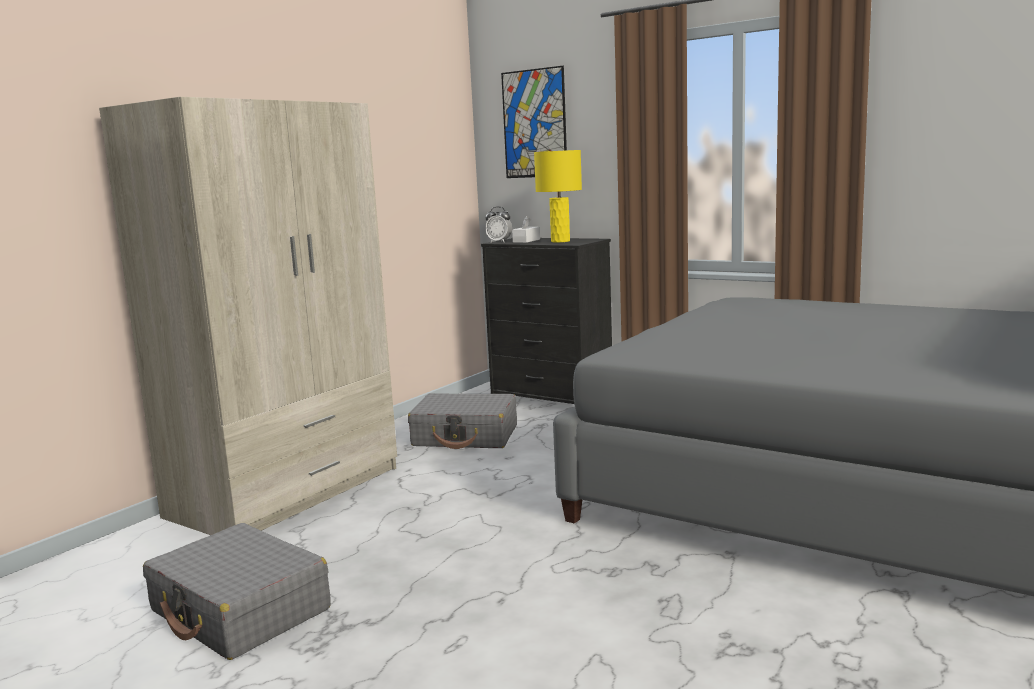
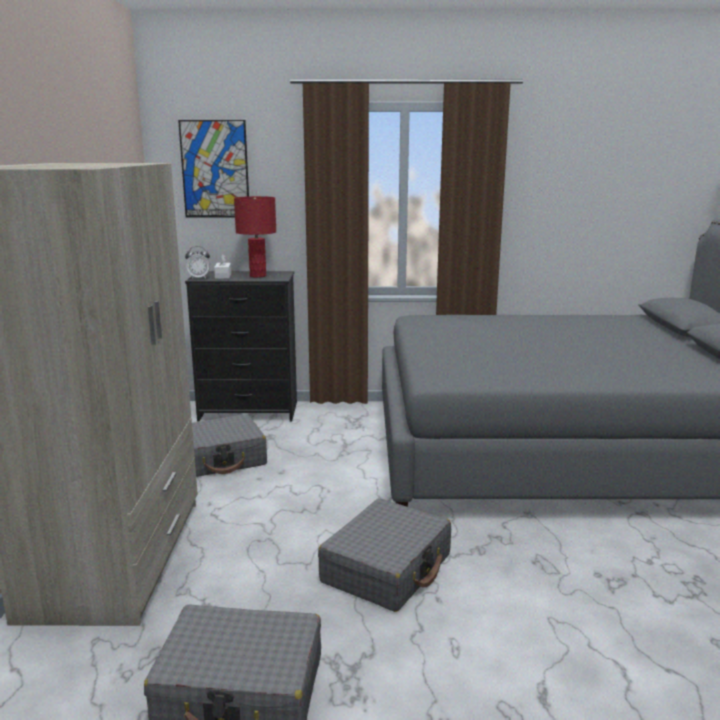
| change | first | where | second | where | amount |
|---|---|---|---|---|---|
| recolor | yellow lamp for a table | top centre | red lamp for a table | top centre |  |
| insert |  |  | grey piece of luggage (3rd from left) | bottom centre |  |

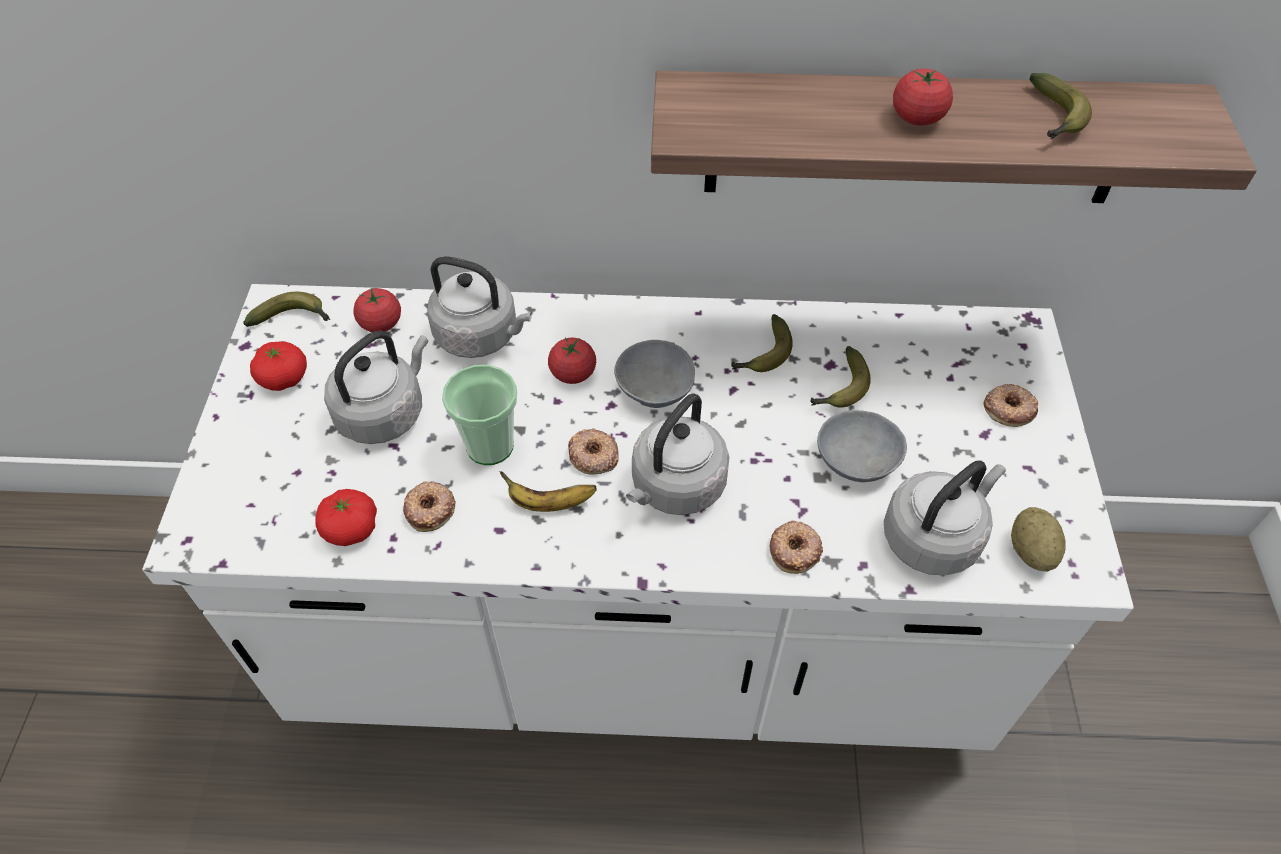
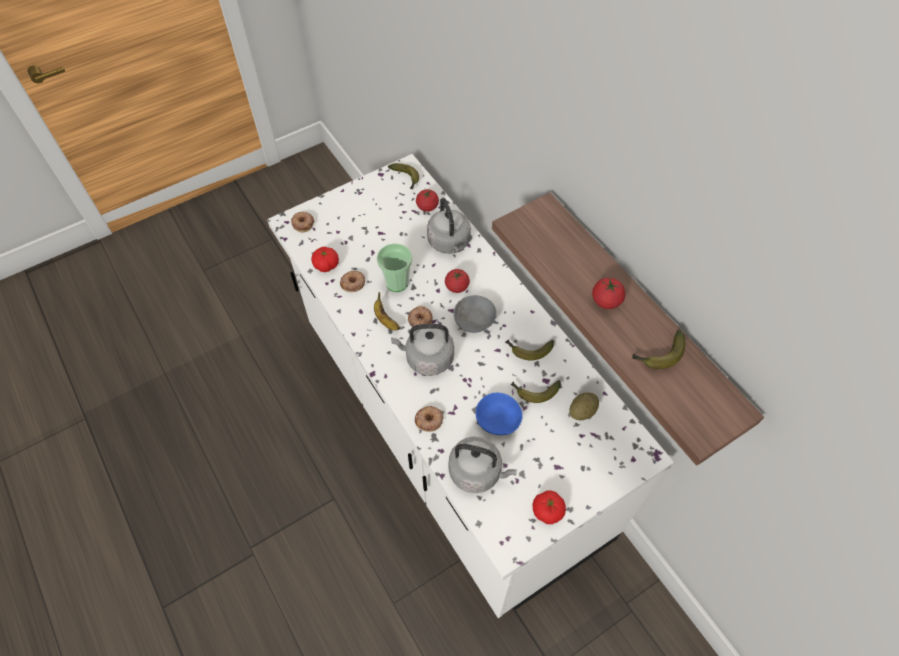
| change | first | where | second | where | amount |
|---|---|---|---|---|---|
| move | donut (4th from left in the first image) | middle right | donut (1st from left) | centre |  |
| recolor | grey deep dish (2nd from left) | middle right | blue-coloured deep dish | centre |  |
| move | tomato (1st from left in the first image) | middle left | tomato (4th from left) | bottom centre |  |
| move | whole potato | middle right |  | centre |  |
| delete | grey kettle (1st from left) | middle left |  |  |  |

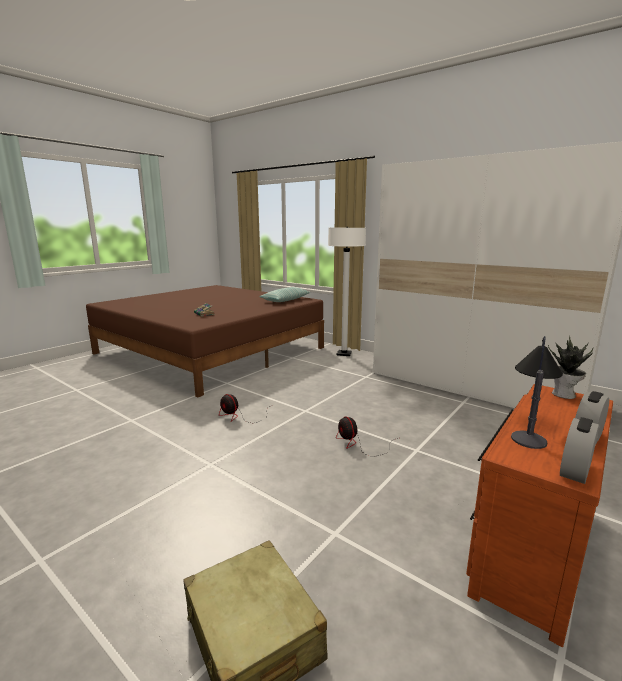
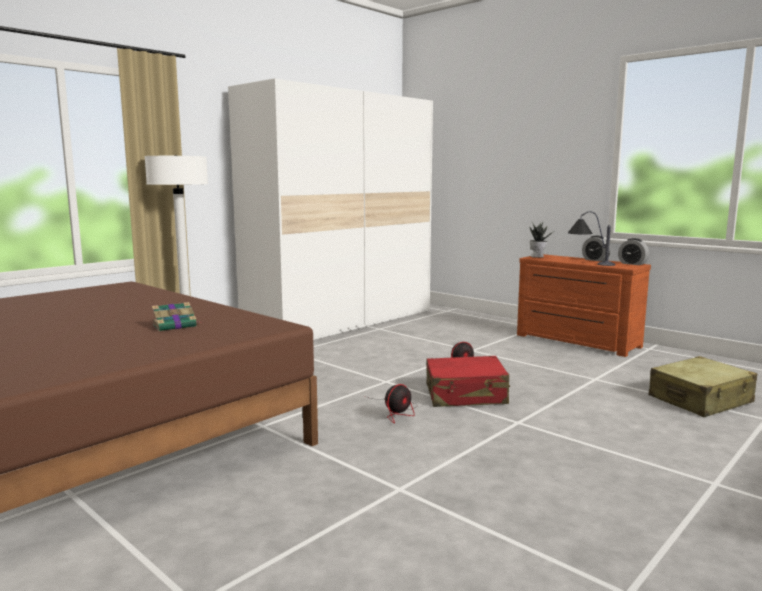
| change | first | where | second | where | amount |
|---|---|---|---|---|---|
| insert |  |  | red piece of luggage | centre |  |
| delete | pillow | centre |  |  |  |

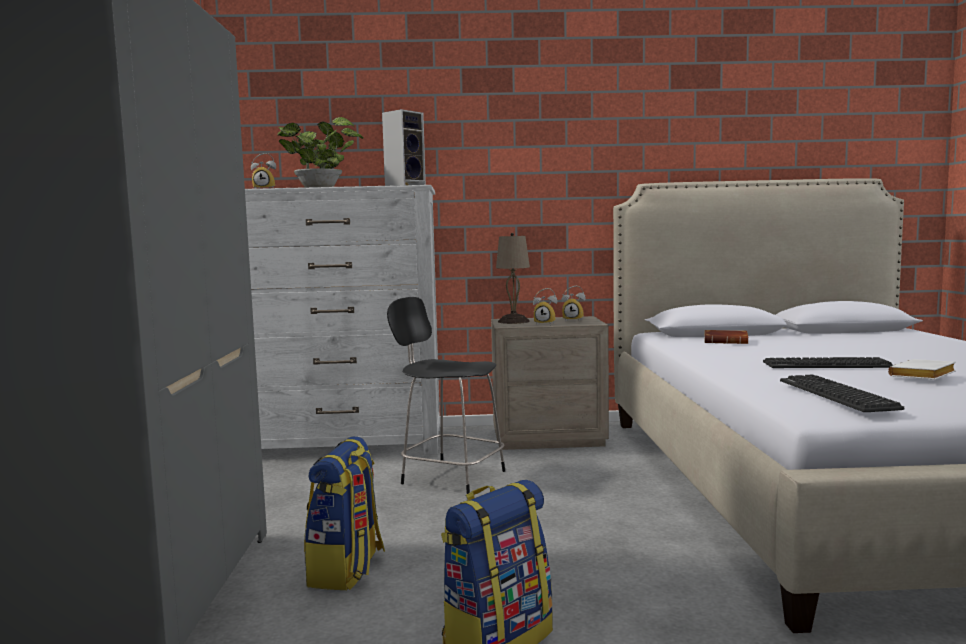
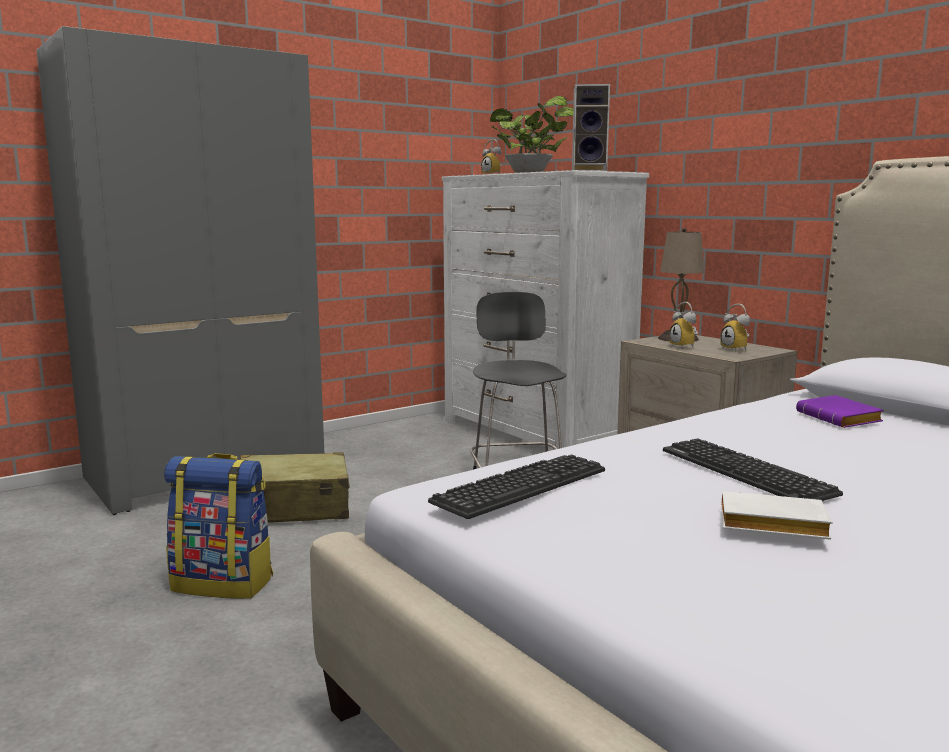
| change | first | where | second | where | amount |
|---|---|---|---|---|---|
| replace | rucksack (1st from left) | bottom centre | beige piece of luggage | middle left |  |
| recolor | brownish book | middle right | purple-coloured book | middle right |  |

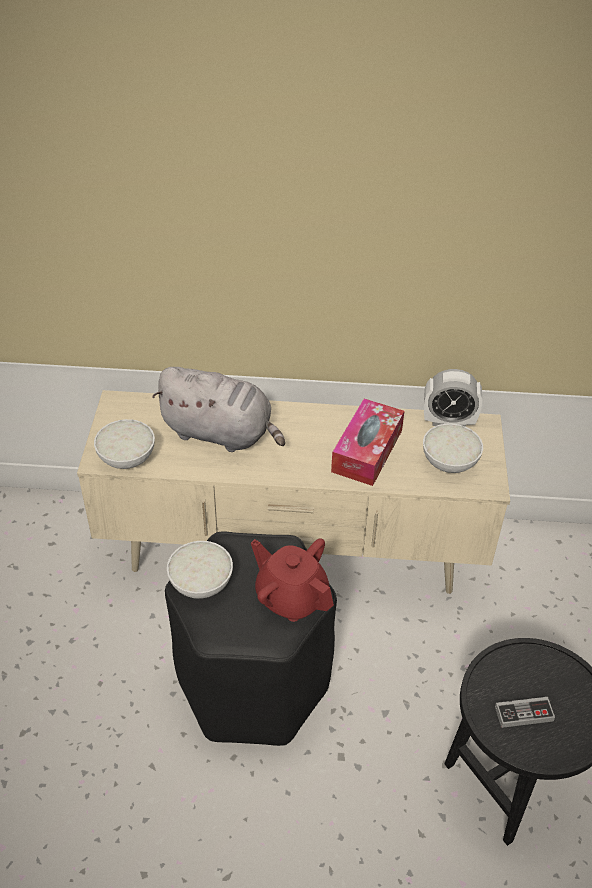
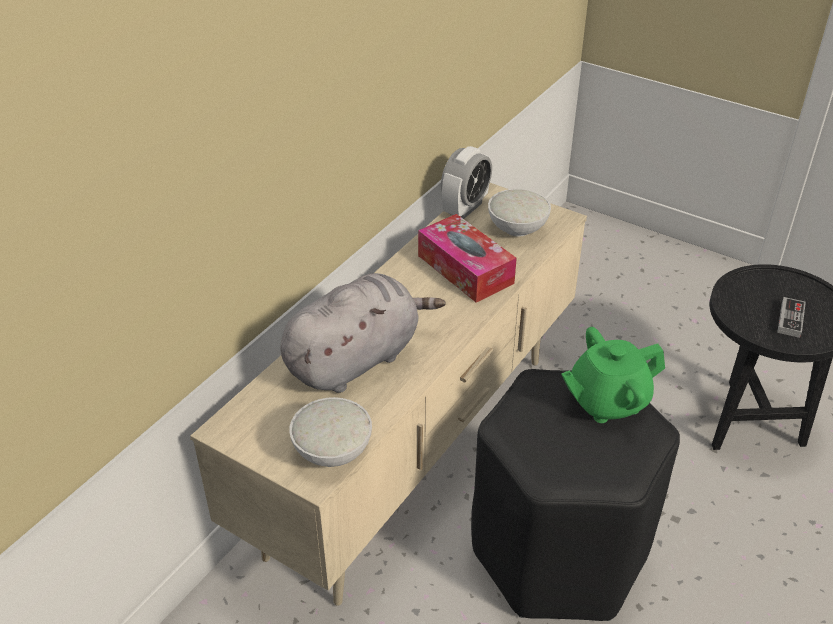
| change | first | where | second | where | amount |
|---|---|---|---|---|---|
| recolor | red tea pot | centre | greenish tea pot | middle right |  |
| delete | whitish deep dish (2nd from left) | centre |  |  |  |

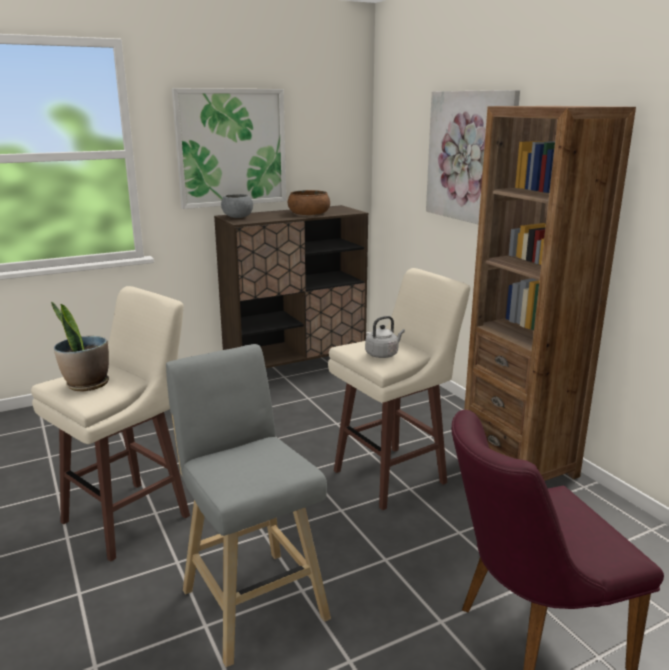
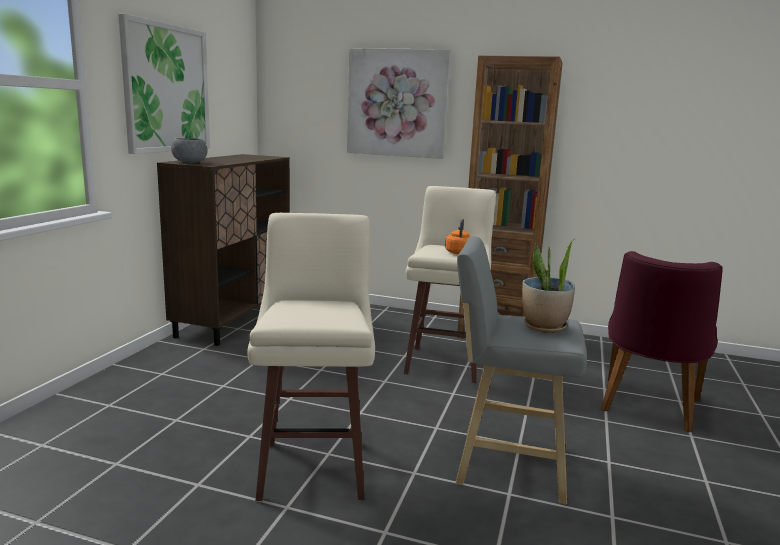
| change | first | where | second | where | amount |
|---|---|---|---|---|---|
| recolor | grey kettle | centre | orange kettle | centre |  |
| move | houseplant | middle left |  | middle right |  |
| delete | brownish deep dish | top centre |  |  |  |

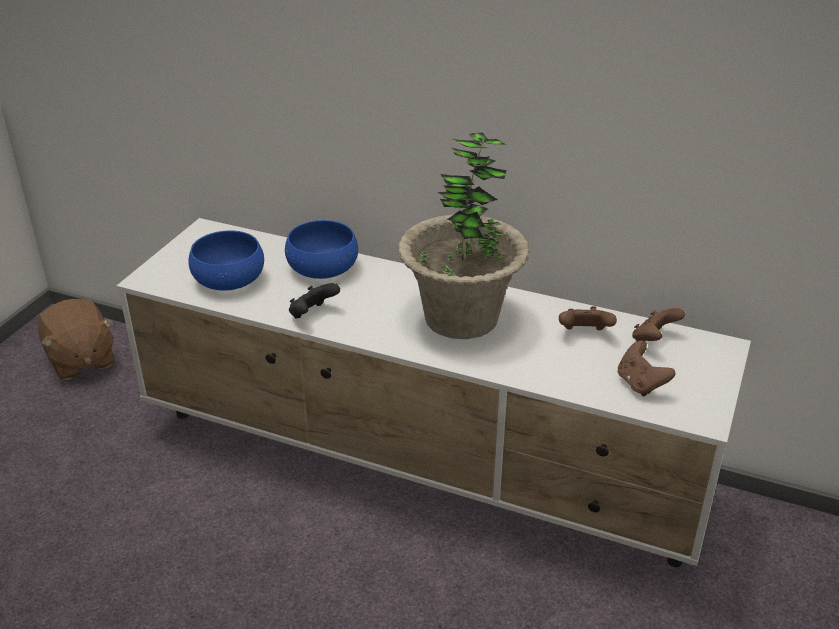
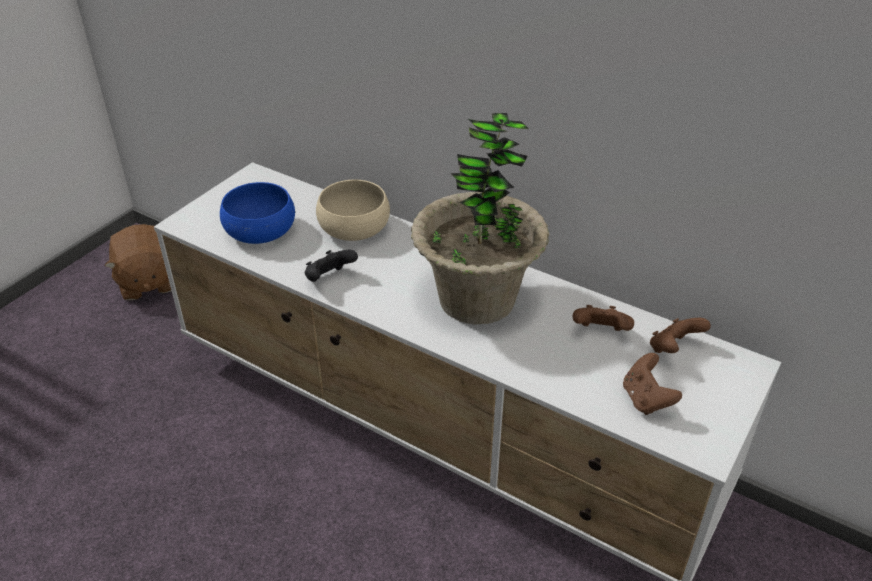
| change | first | where | second | where | amount |
|---|---|---|---|---|---|
| recolor | blue-coloured deep dish (2nd from left) | centre | beige deep dish | centre |  |

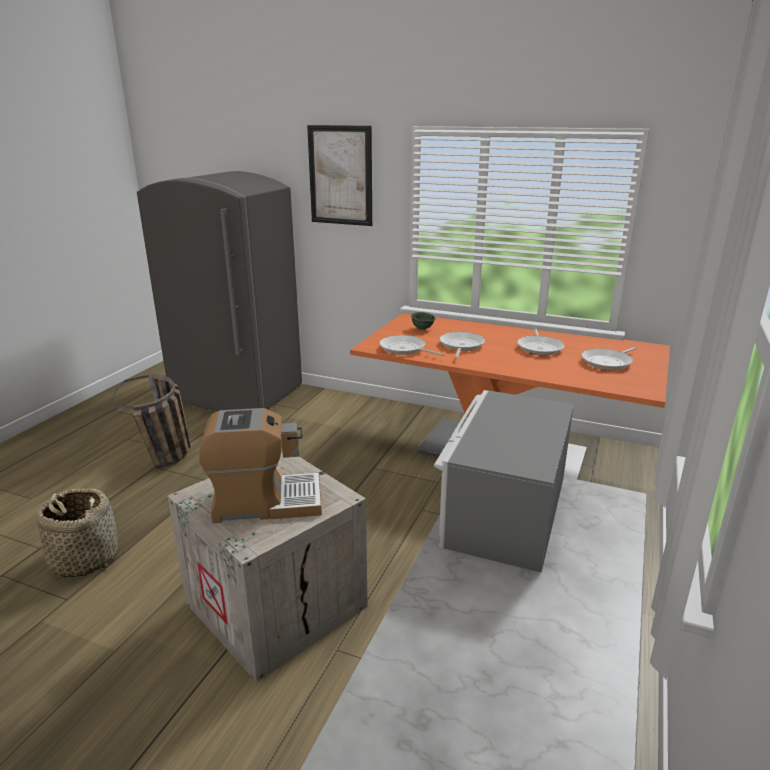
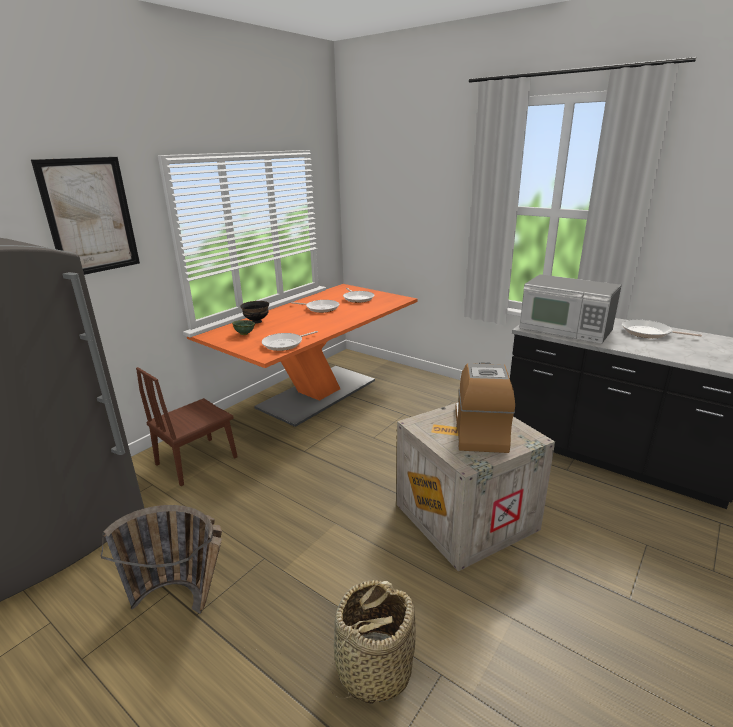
| change | first | where | second | where | amount |
|---|---|---|---|---|---|
| insert |  |  | brownish upright chair | middle left |  |
| insert |  |  | black deep dish | centre |  |
| move | skillet (2nd from left in the first image) | centre | skillet (4th from left) | middle right |  |

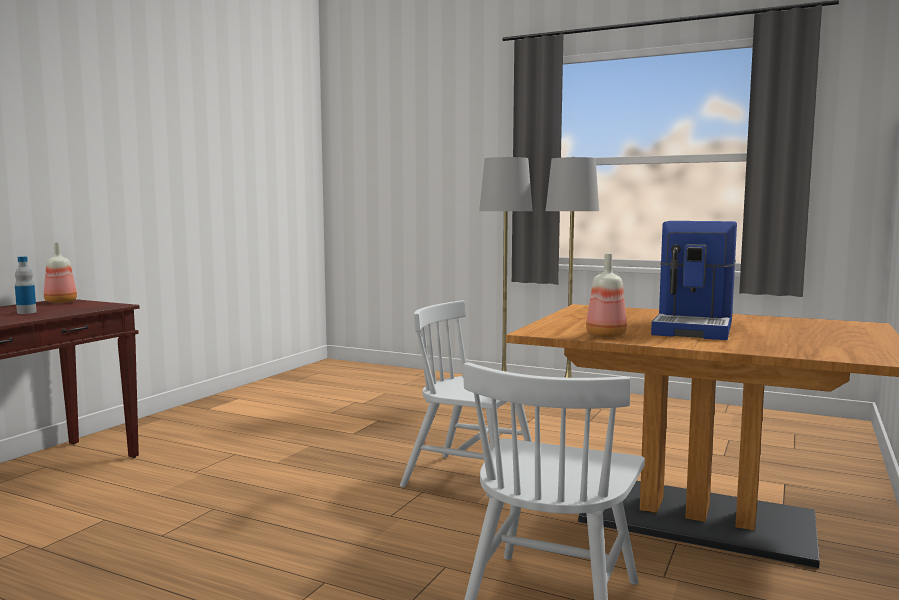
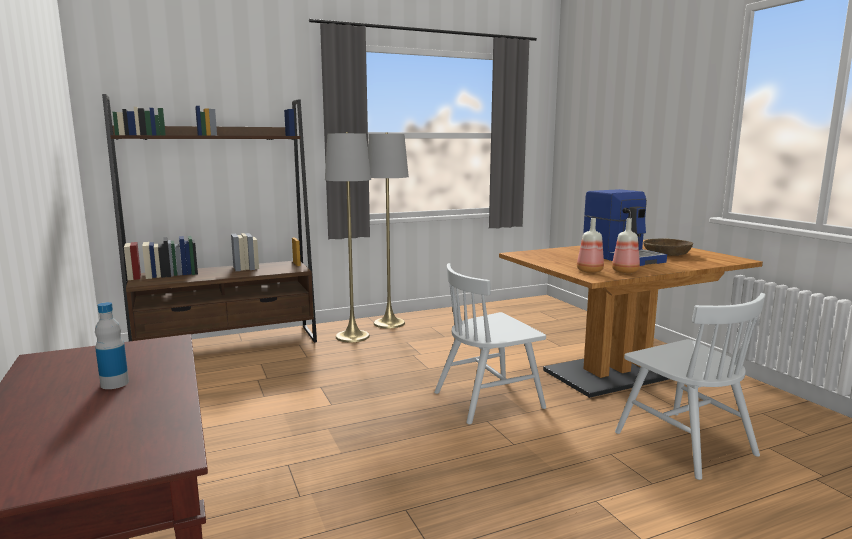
| change | first | where | second | where | amount |
|---|---|---|---|---|---|
| insert |  |  | brownish shelving unit | middle left |  |
| move | drink bottle (2nd from left) | middle left |  | middle right |  |
| insert |  |  | brownish deep dish | middle right |  |

